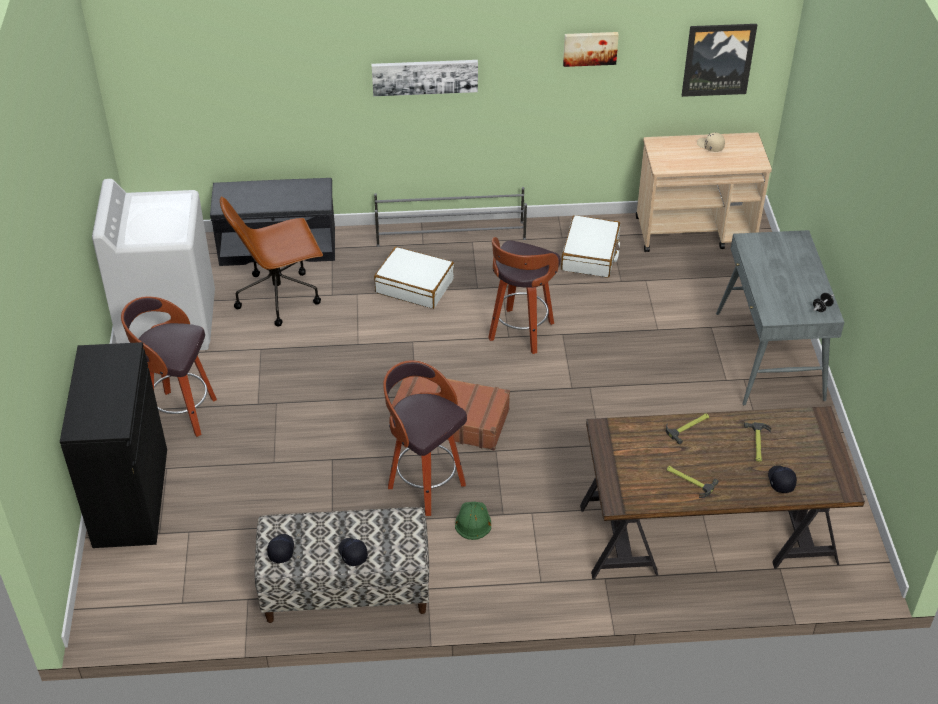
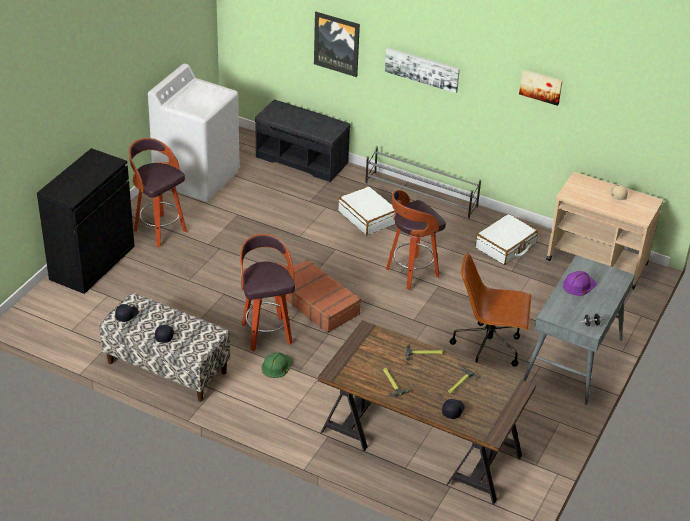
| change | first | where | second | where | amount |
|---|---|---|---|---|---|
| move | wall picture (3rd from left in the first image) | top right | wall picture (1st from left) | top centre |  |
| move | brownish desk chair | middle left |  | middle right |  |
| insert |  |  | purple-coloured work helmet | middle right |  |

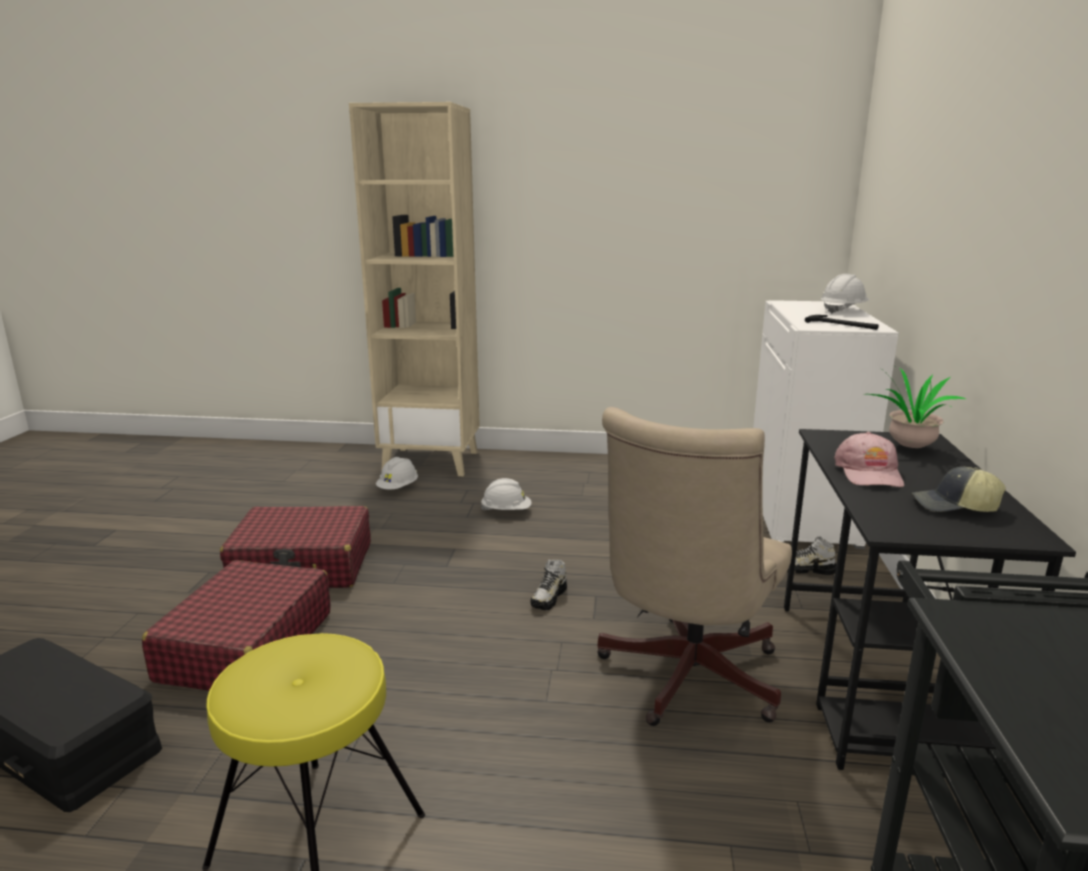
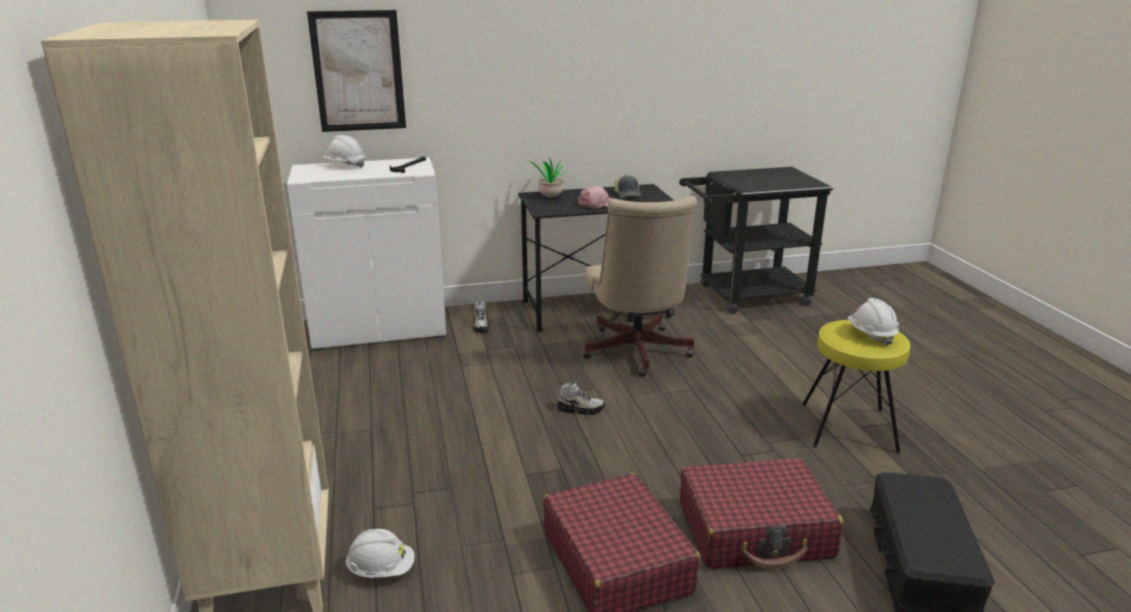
| change | first | where | second | where | amount |
|---|---|---|---|---|---|
| insert |  |  | wall picture | top left |  |
| rotate | beige desk chair | centre |  | centre | 75 degrees clockwise |
| move | whitish work helmet (2nd from left in the first image) | centre | whitish work helmet (3rd from left) | middle right |  |

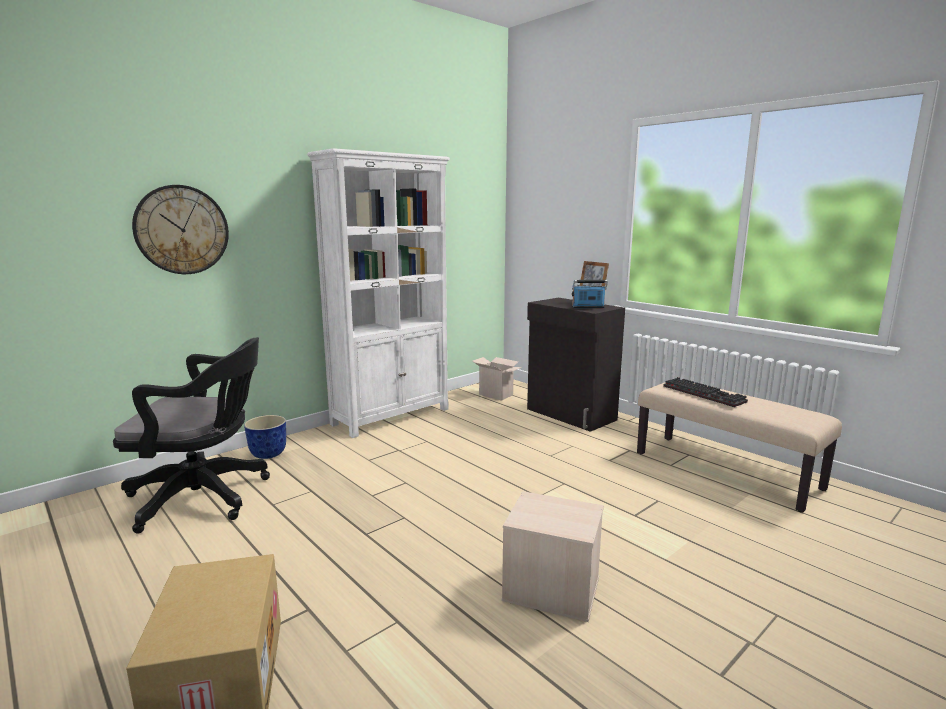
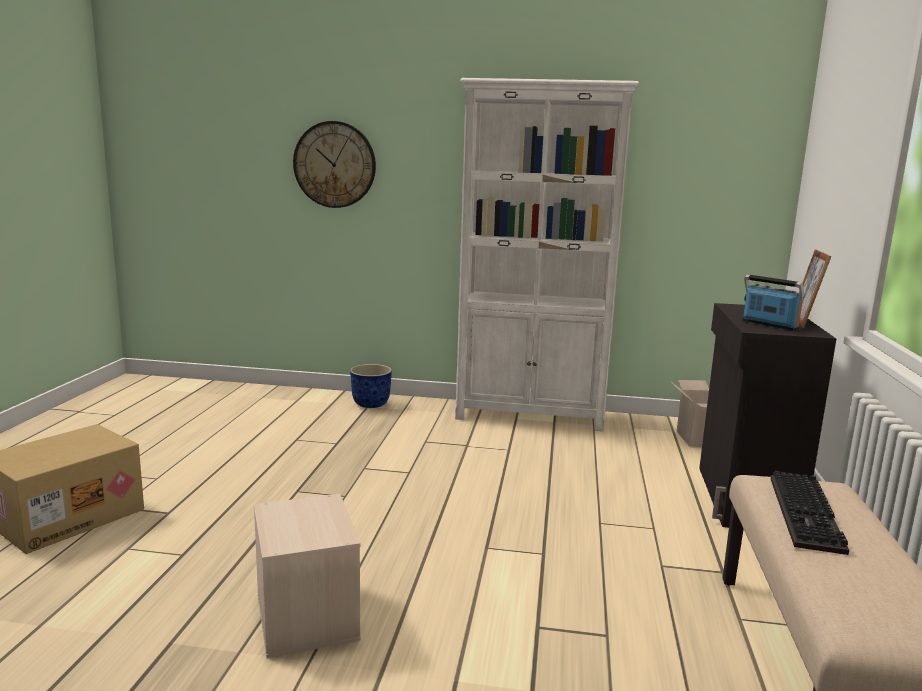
| change | first | where | second | where | amount |
|---|---|---|---|---|---|
| delete | black desk chair | middle left |  |  |  |

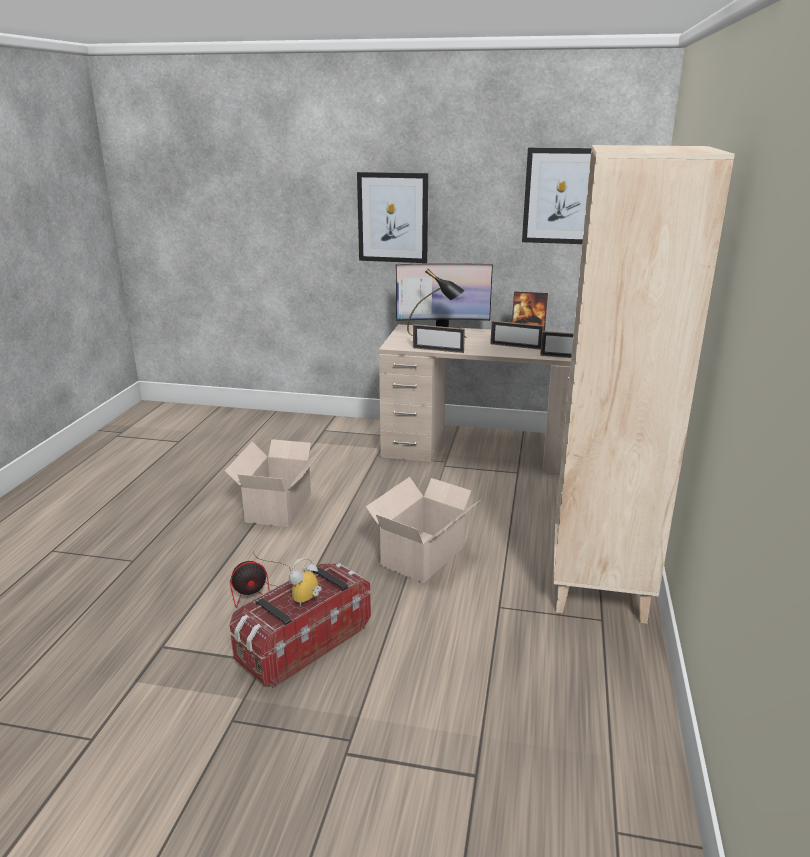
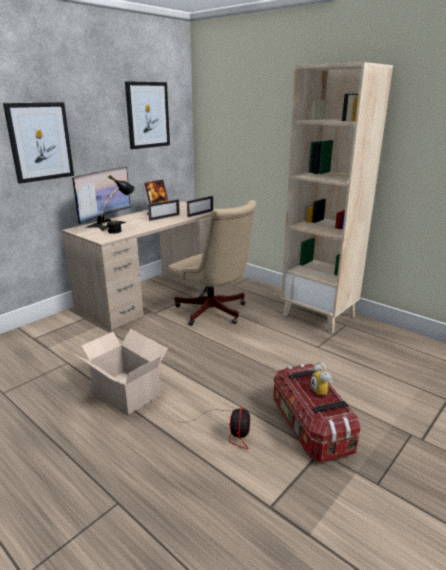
| change | first | where | second | where | amount |
|---|---|---|---|---|---|
| insert |  |  | beige desk chair | centre |  |
| delete | cardboard box (2nd from left) | centre |  |  |  |
| delete | picture frame (1st from left) | centre |  |  |  |

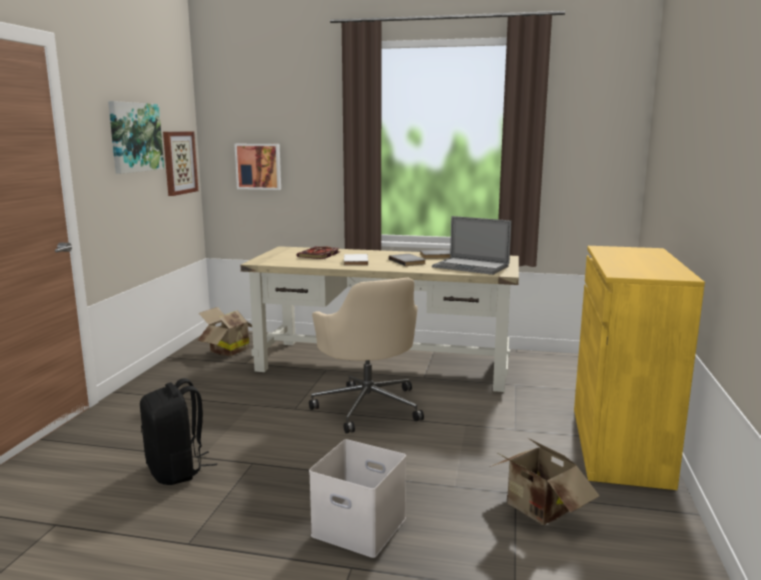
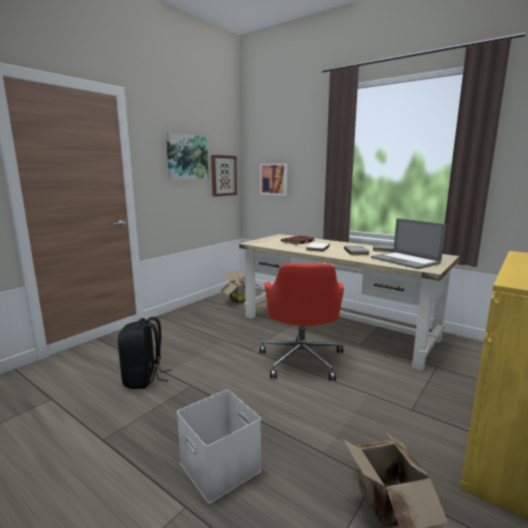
| change | first | where | second | where | amount |
|---|---|---|---|---|---|
| recolor | beige desk chair | centre | red desk chair | centre |  |

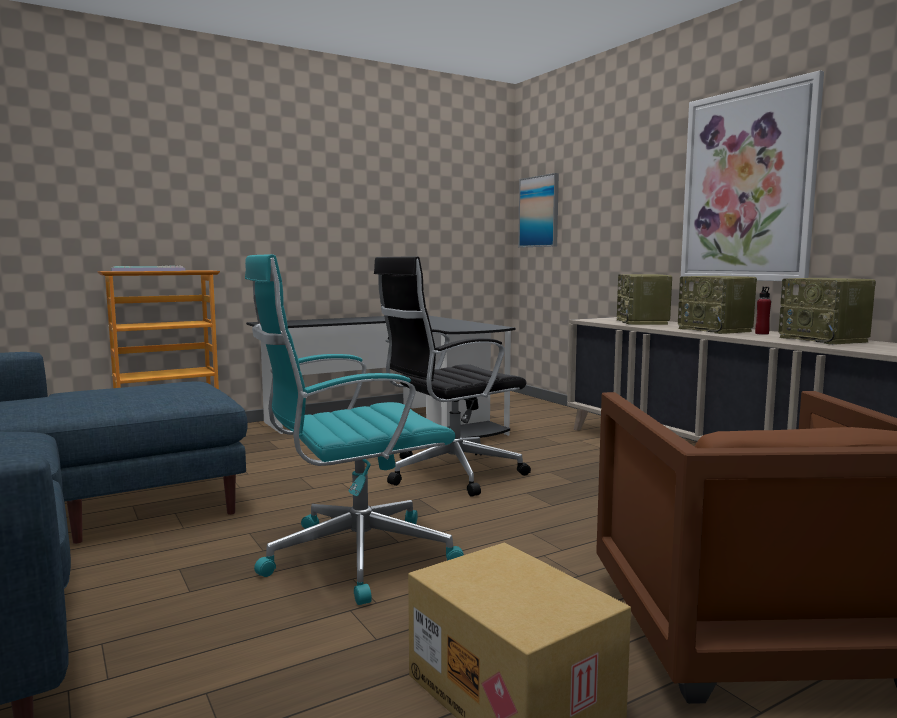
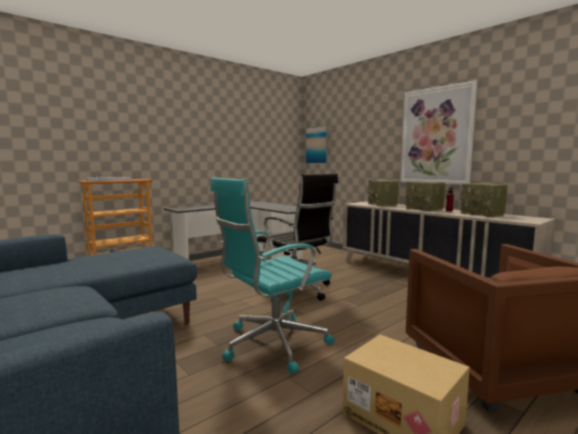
| change | first | where | second | where | amount |
|---|---|---|---|---|---|
| rotate | black desk chair | centre |  | centre | 90 degrees counterclockwise |

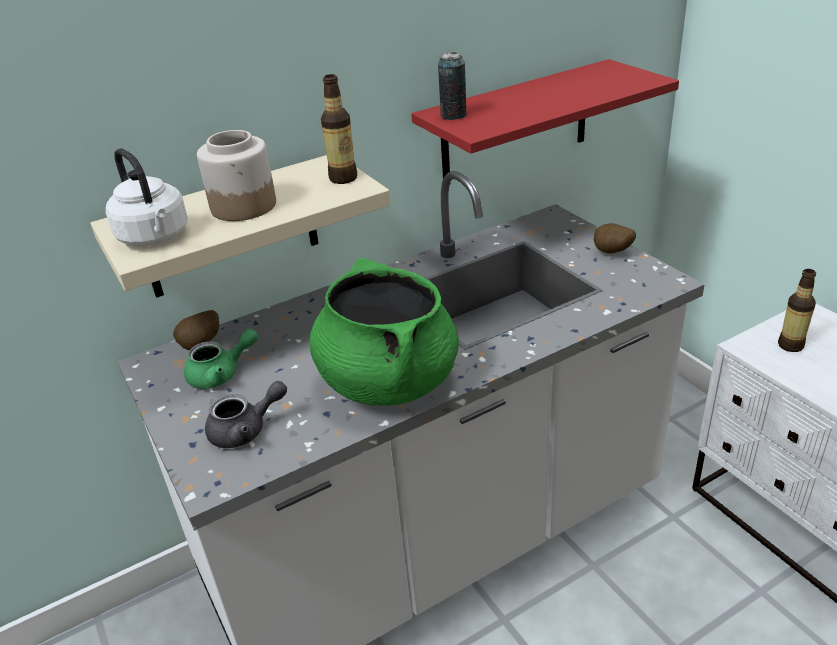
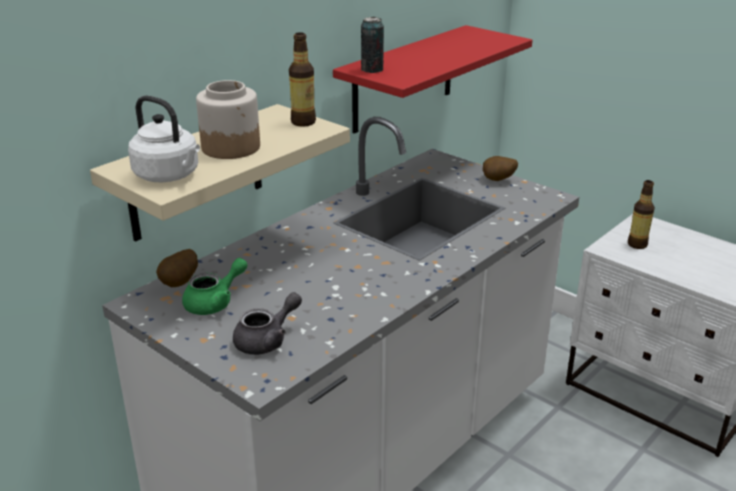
| change | first | where | second | where | amount |
|---|---|---|---|---|---|
| delete | greenish cooking pot | centre |  |  |  |

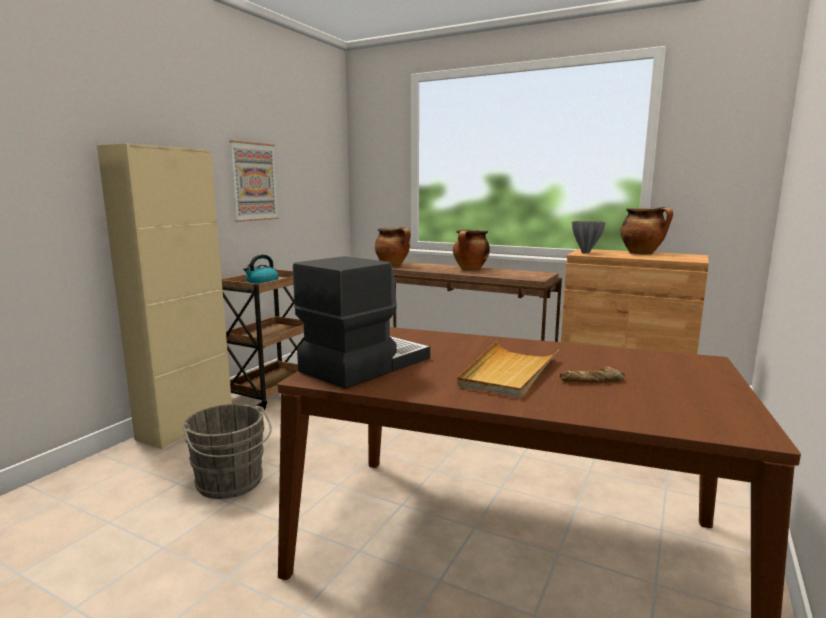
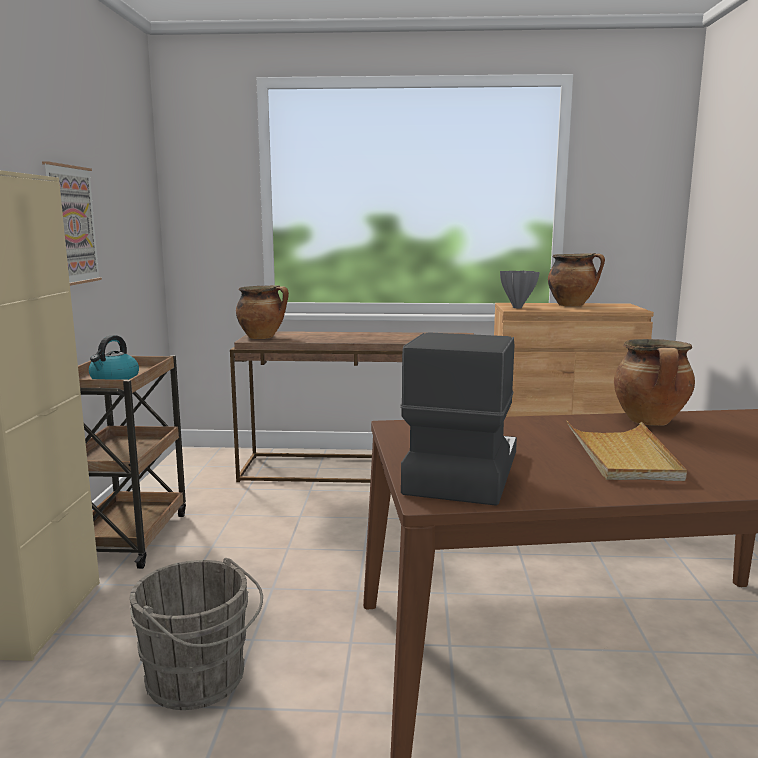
| change | first | where | second | where | amount |
|---|---|---|---|---|---|
| move | cooking pot (2nd from left in the first image) | centre | cooking pot (3rd from left) | middle right |  |
| delete | bakery bread | middle right |  |  |  |

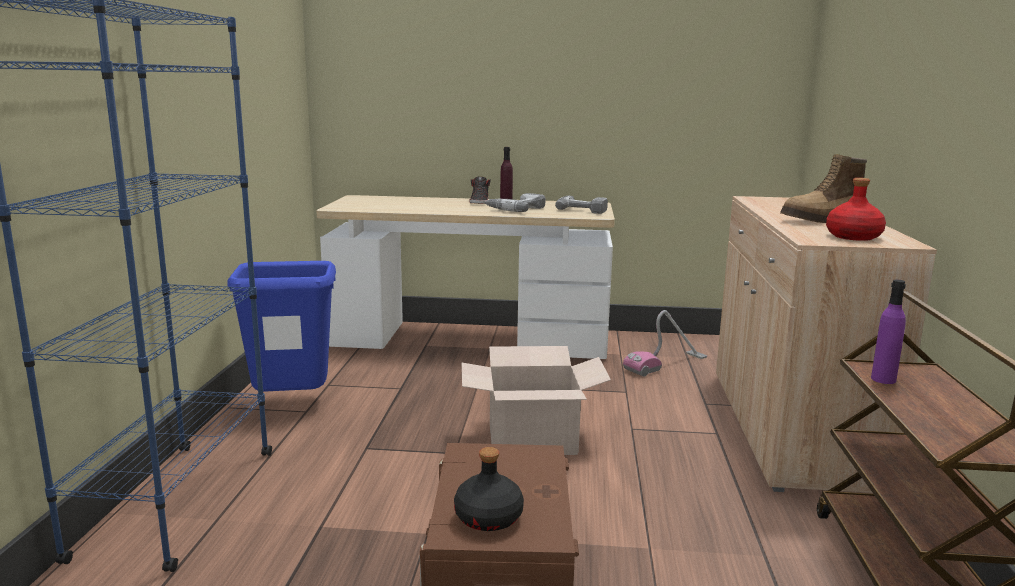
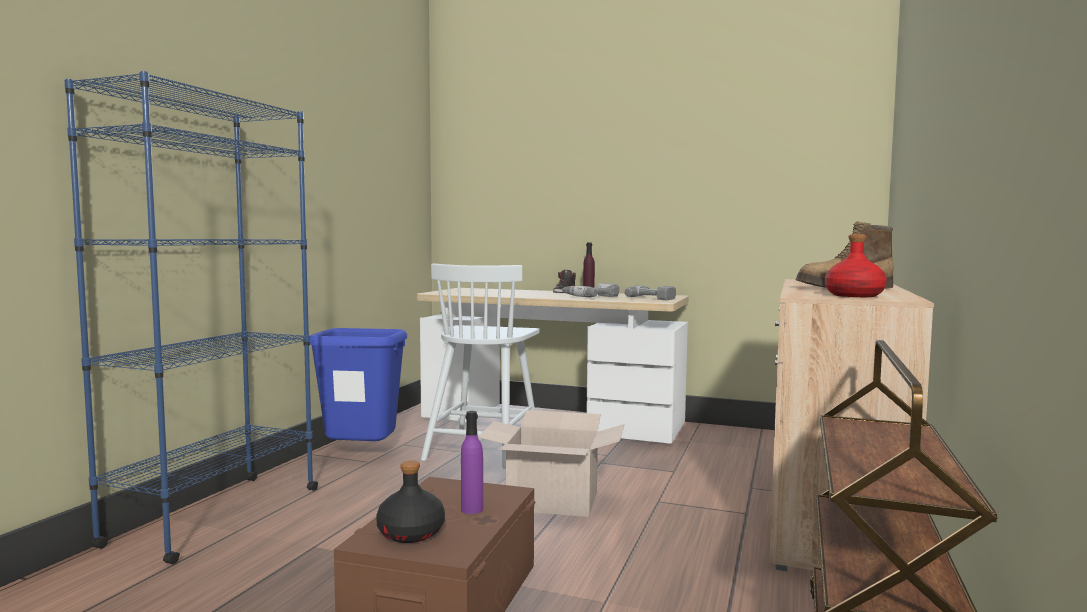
| change | first | where | second | where | amount |
|---|---|---|---|---|---|
| insert |  |  | whitish upright chair | centre |  |
| move | purple-coloured drink bottle (2nd from left in the first image) | middle right | purple-coloured drink bottle (1st from left) | bottom centre |  |
| delete | vacuum | centre |  |  |  |

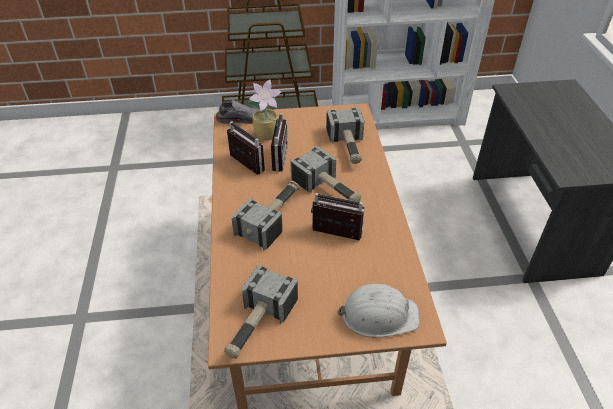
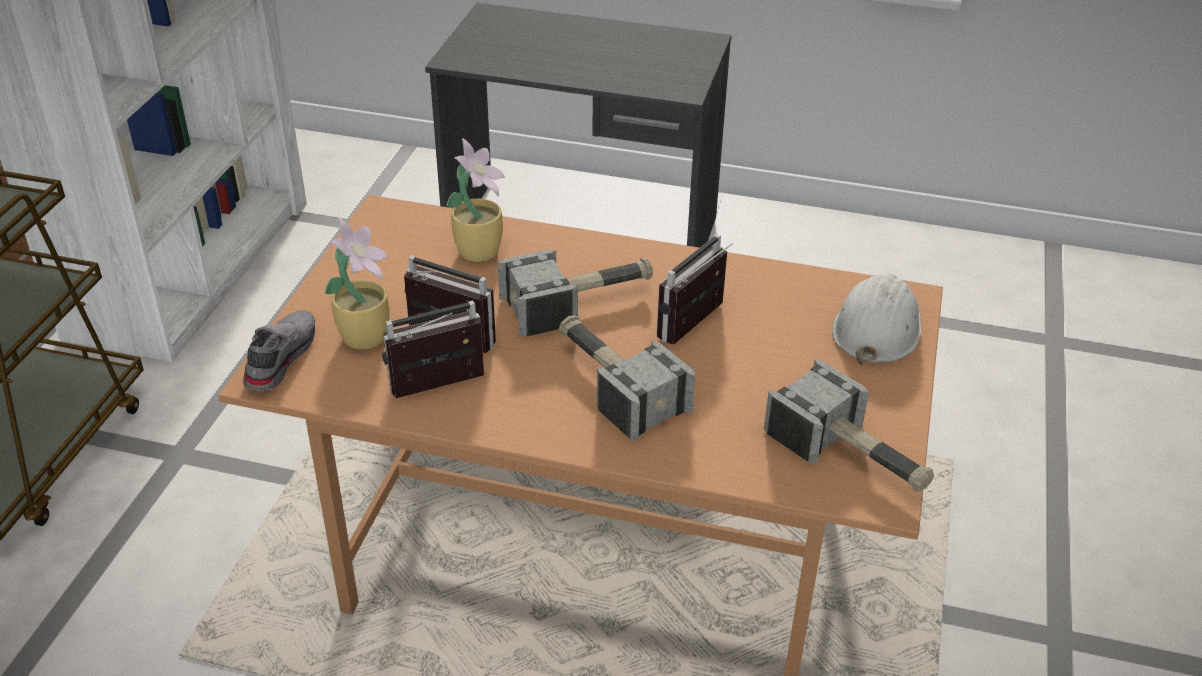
| change | first | where | second | where | amount |
|---|---|---|---|---|---|
| replace | hand hammer (4th from left) | top centre | houseplant (2nd from left) | top centre |  |

